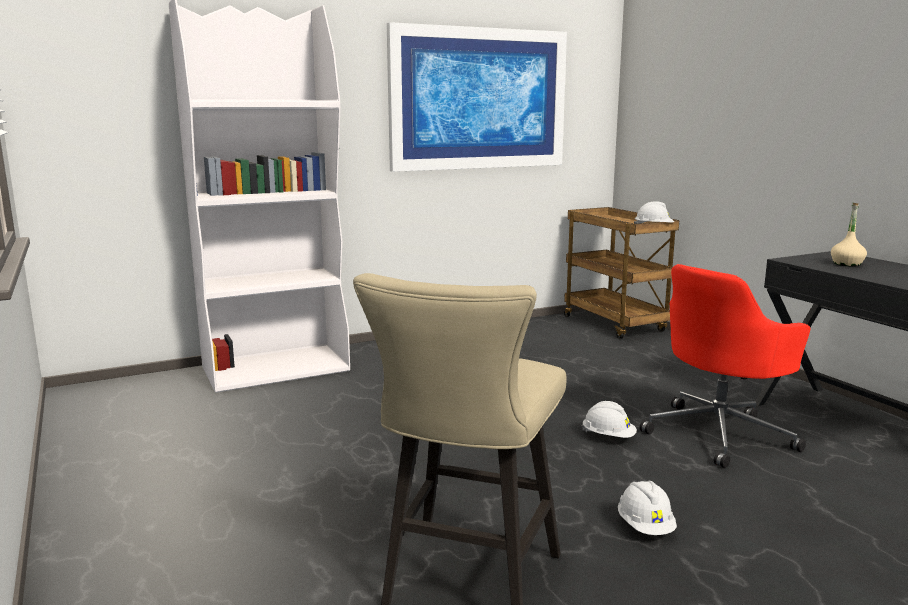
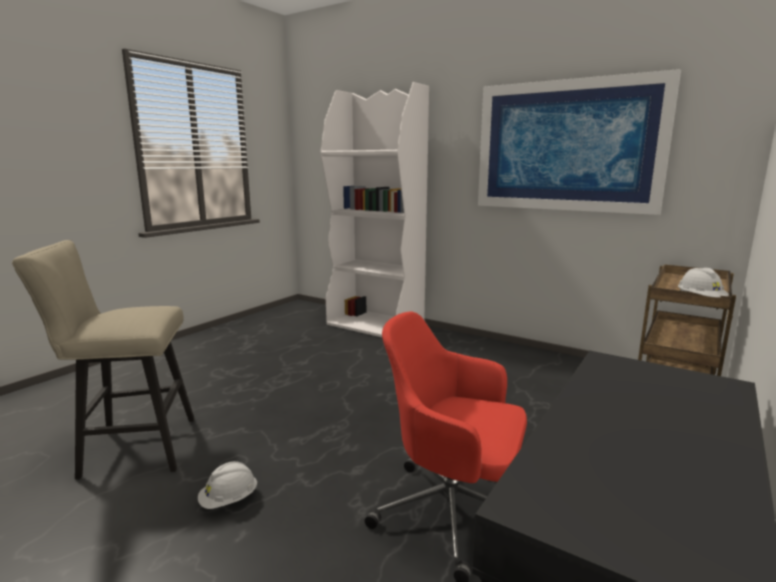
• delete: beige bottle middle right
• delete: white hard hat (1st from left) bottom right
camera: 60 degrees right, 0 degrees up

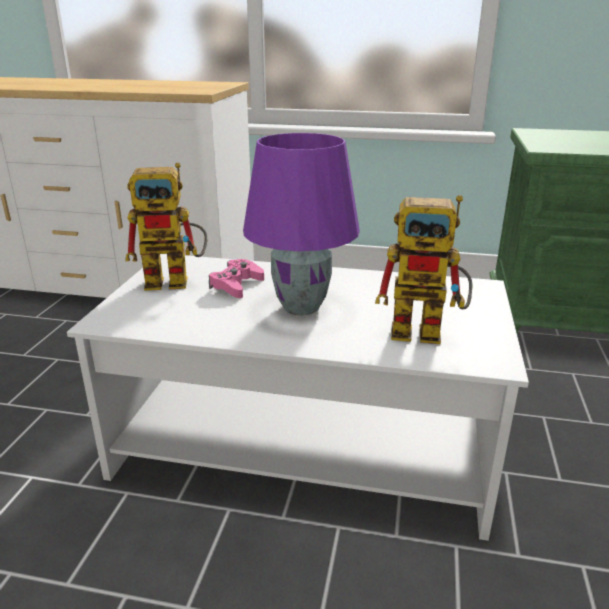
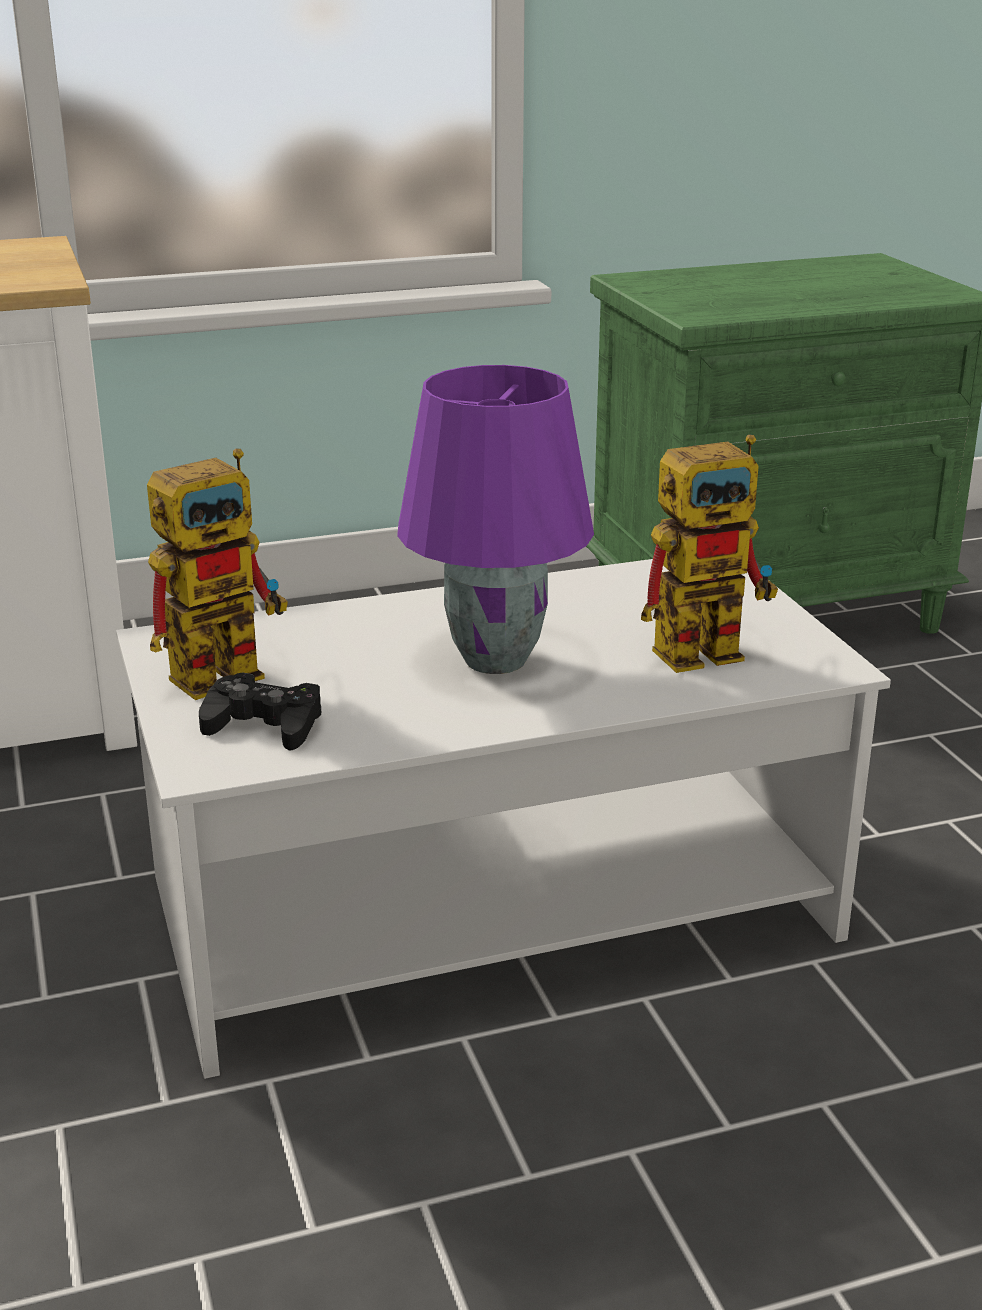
• delete: pink game controller centre
• insert: black game controller middle left
camera: 30 degrees left, 0 degrees up

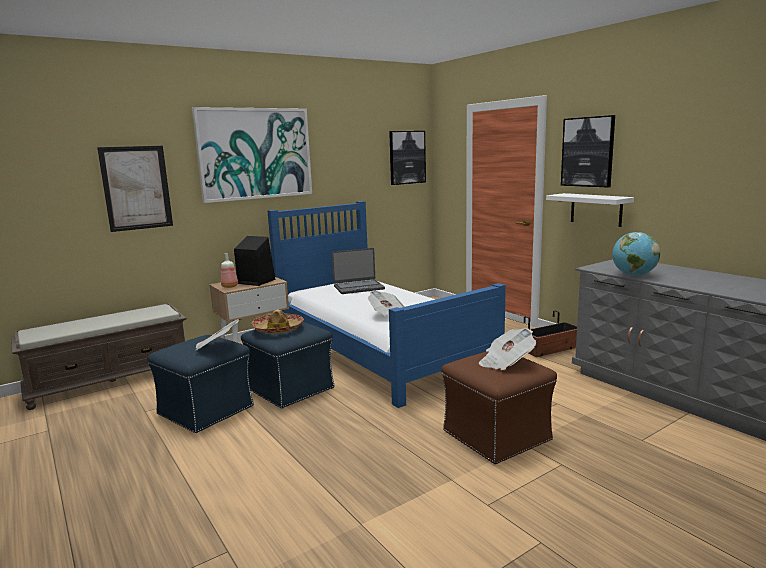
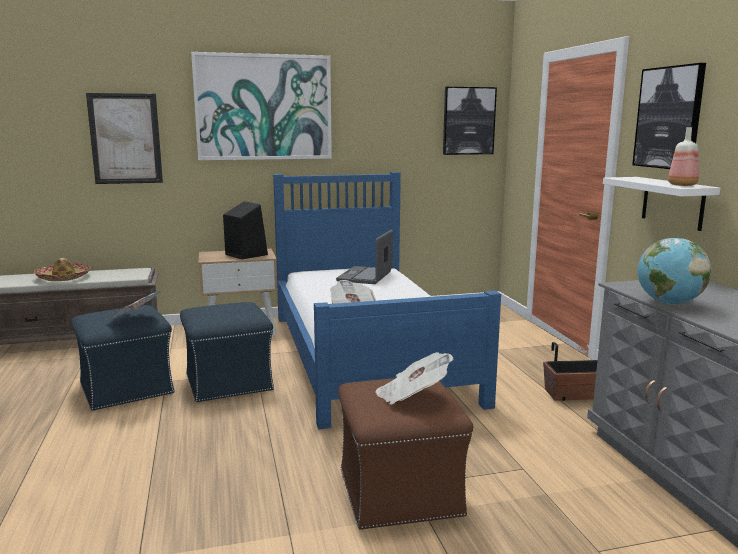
• rotate: laptop centre = centre 105 degrees clockwise
• move: bottle middle left to top right
• move: hat centre to middle left
camera: 20 degrees right, 0 degrees up

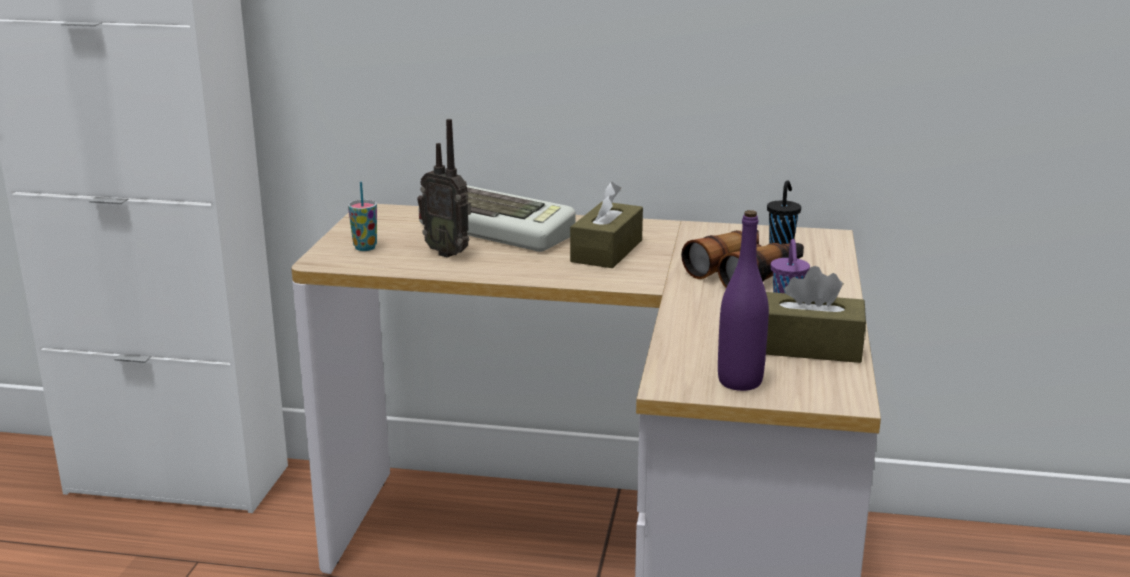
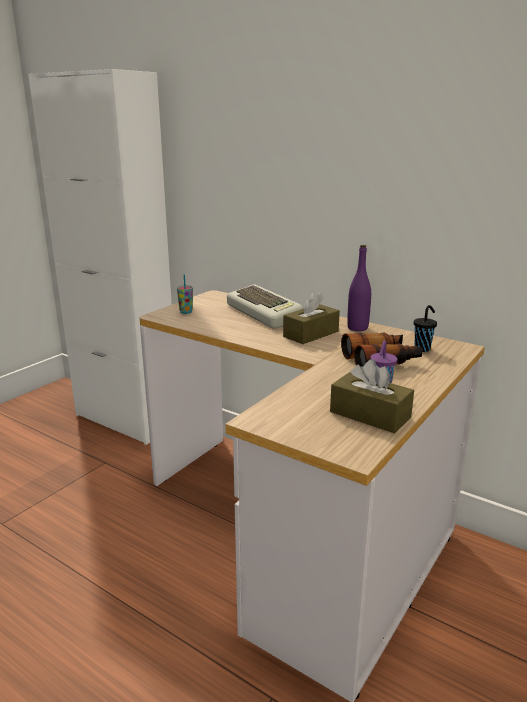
• delete: radio top centre
• move: purple bottle centre to middle right
camera: 25 degrees right, 0 degrees up

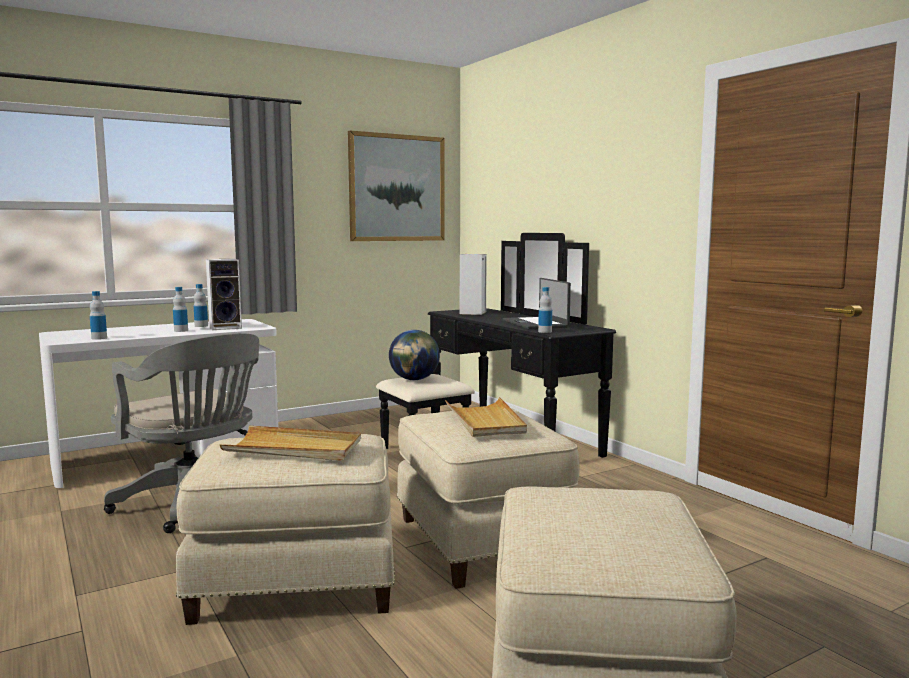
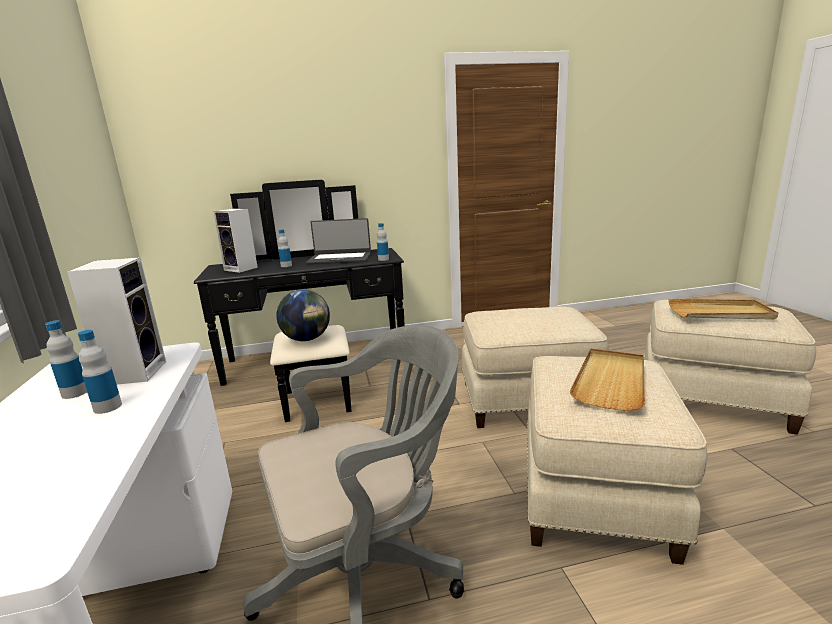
• delete: picture top centre
• move: bottle (1st from left in the first image) middle left to bottle (3rd from left) centre
• move: beige tray (2nd from left) centre to middle right
camera: 70 degrees left, 10 degrees up

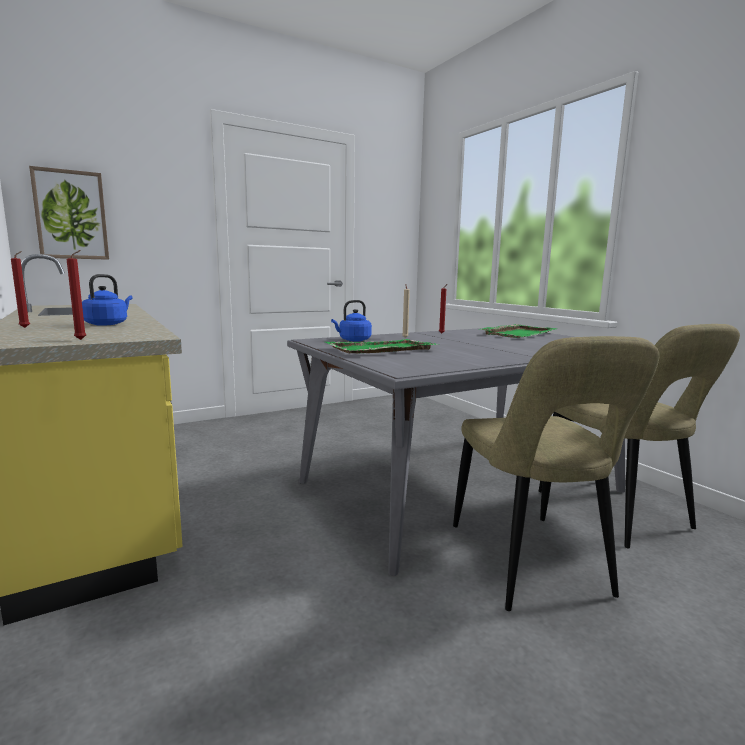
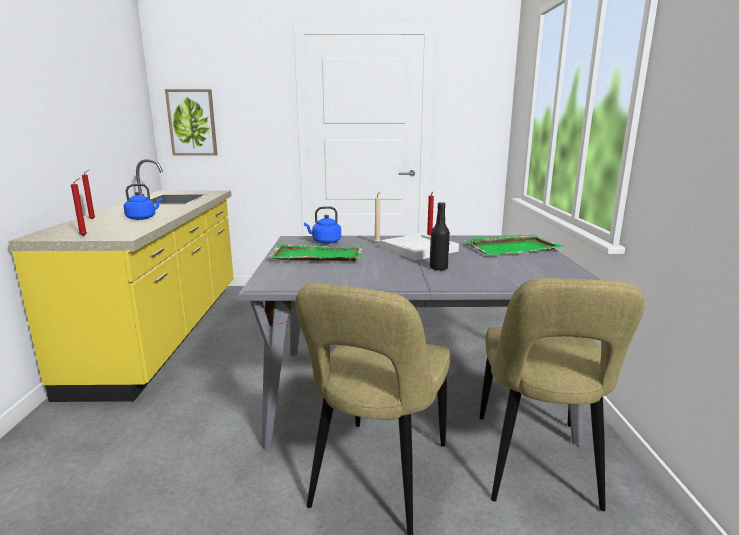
• insert: black bottle centre
• insert: white tray centre
camera: 30 degrees right, 5 degrees up

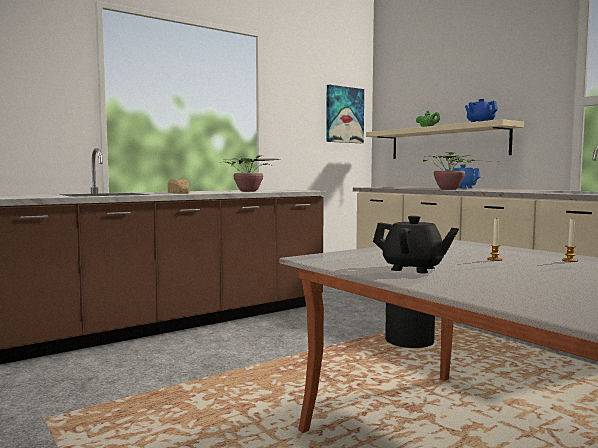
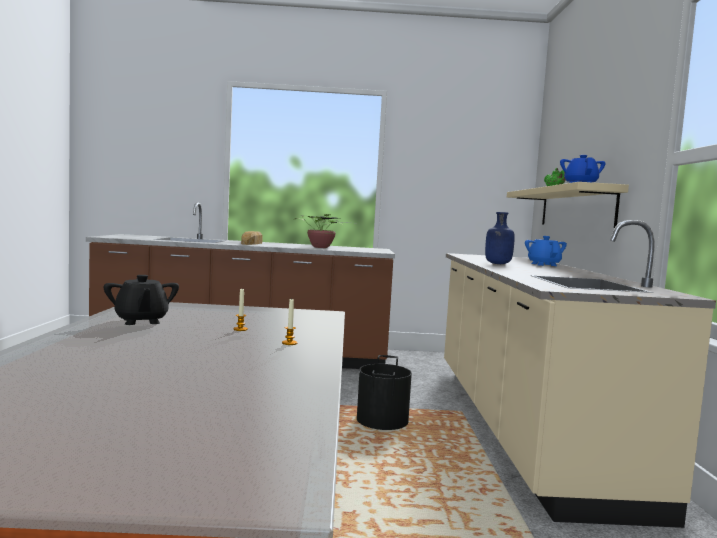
• delete: picture top centre
• replace: potted plant (2nd from left) middle right to blue bottle middle right
camera: 35 degrees right, 0 degrees up

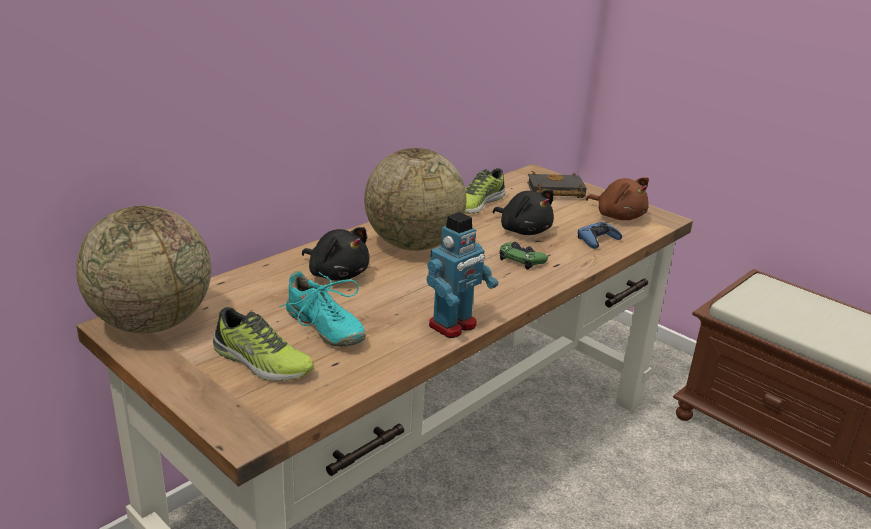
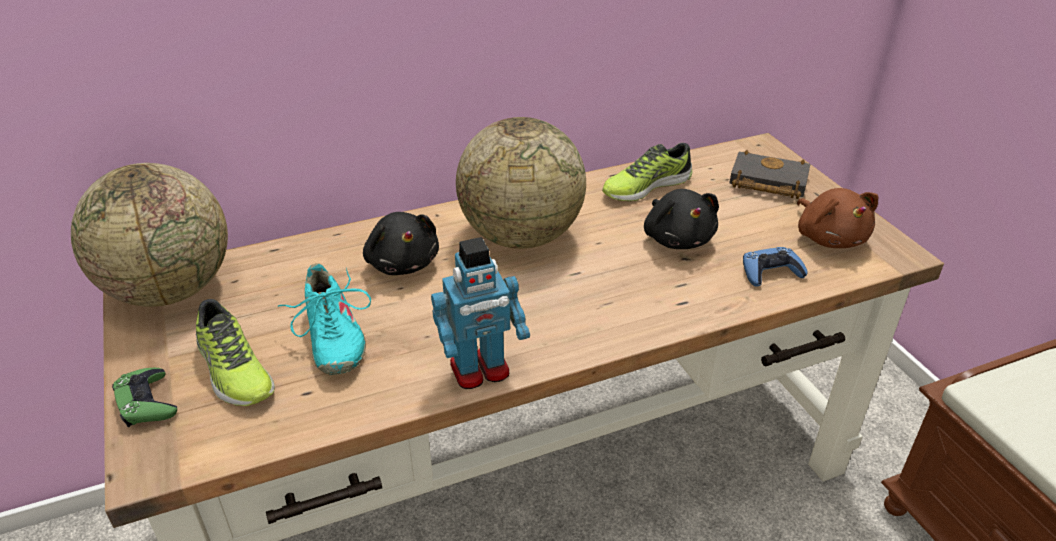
• move: green game controller centre to bottom left
camera: 25 degrees right, 10 degrees up

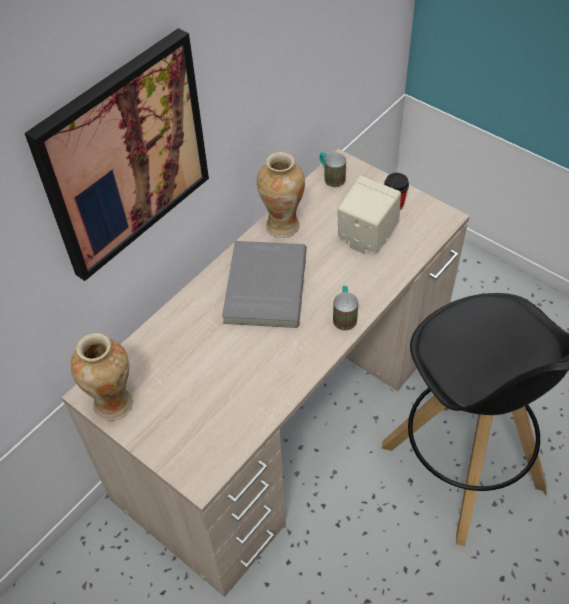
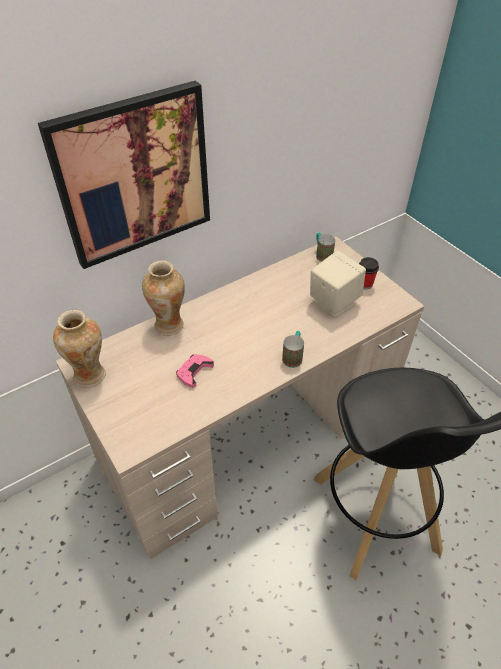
• move: vase (2nd from left) top centre to middle left
• delete: grey book centre
• insert: pink game controller centre
camera: 15 degrees right, 5 degrees down

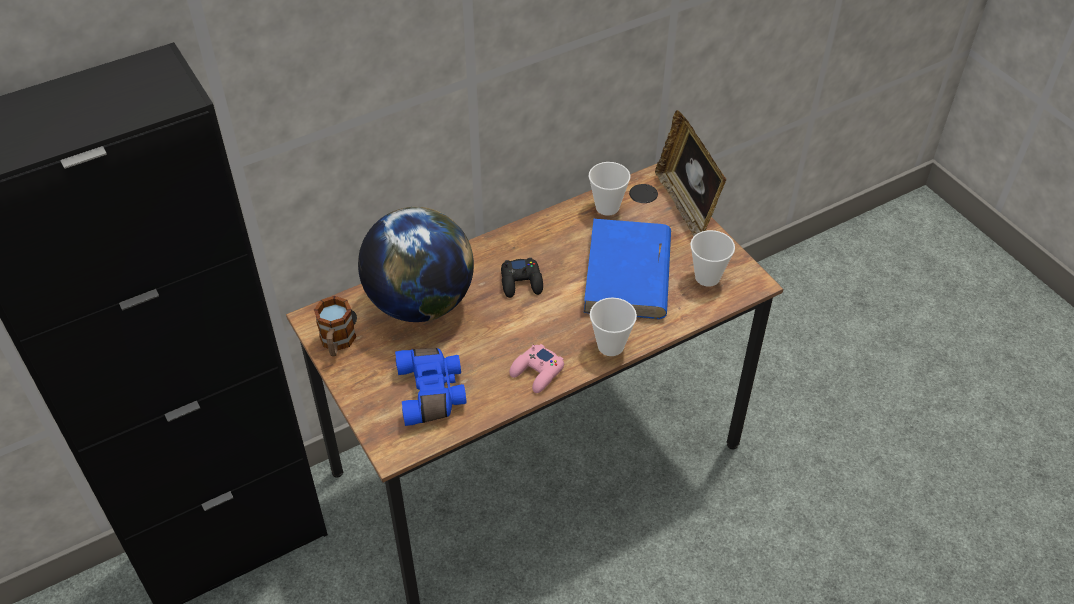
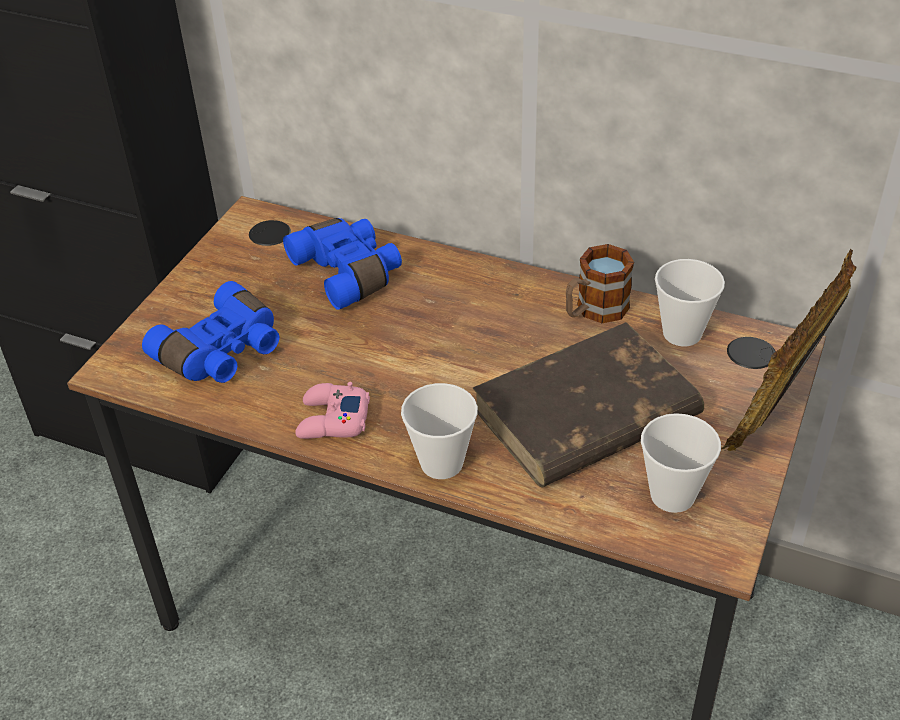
• replace: globe centre to blue binoculars (2nd from left) centre
• recolor: blue book centre to brown book centre
• delete: black game controller centre
• move: mug middle left to middle right
camera: 55 degrees right, 5 degrees down

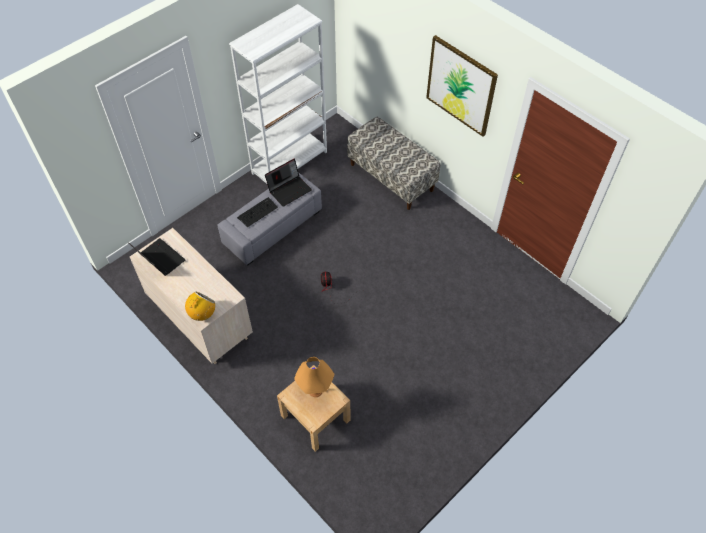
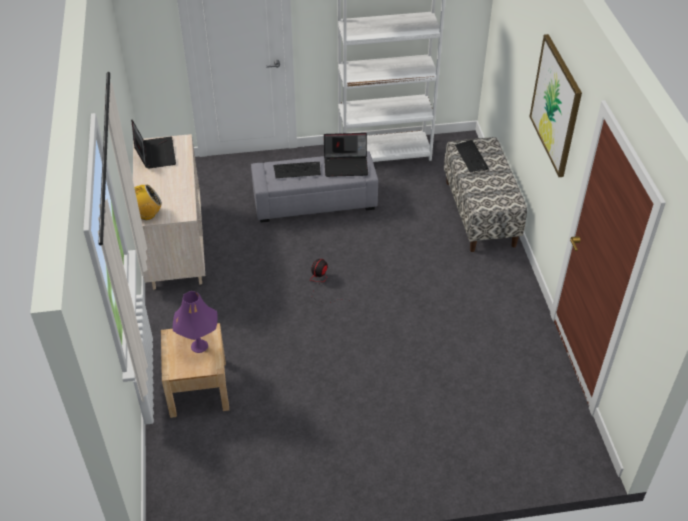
• recolor: orange table lamp bottom centre to purple table lamp middle left
• insert: keyboard (2nd from left) top right
camera: 35 degrees right, 10 degrees down

